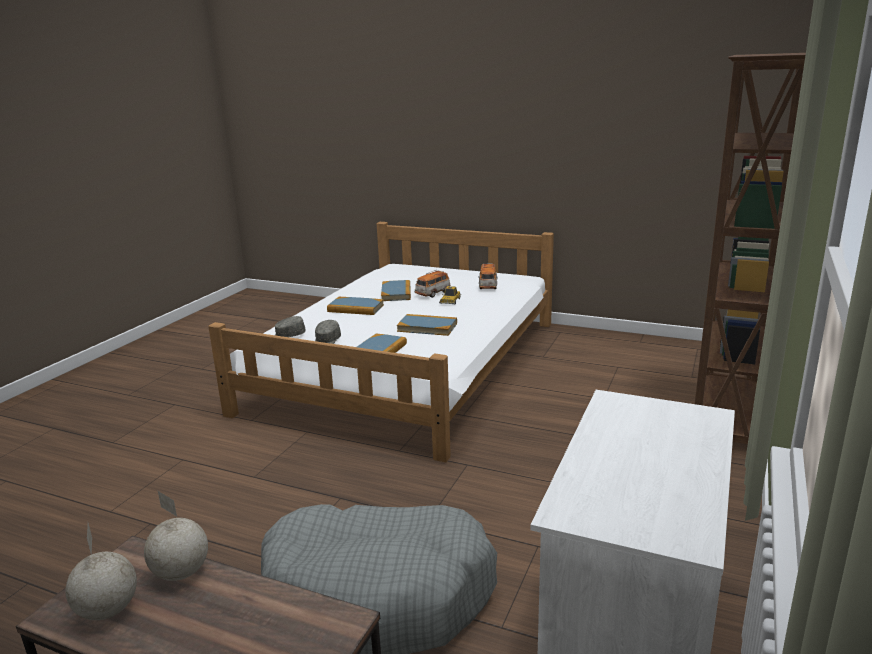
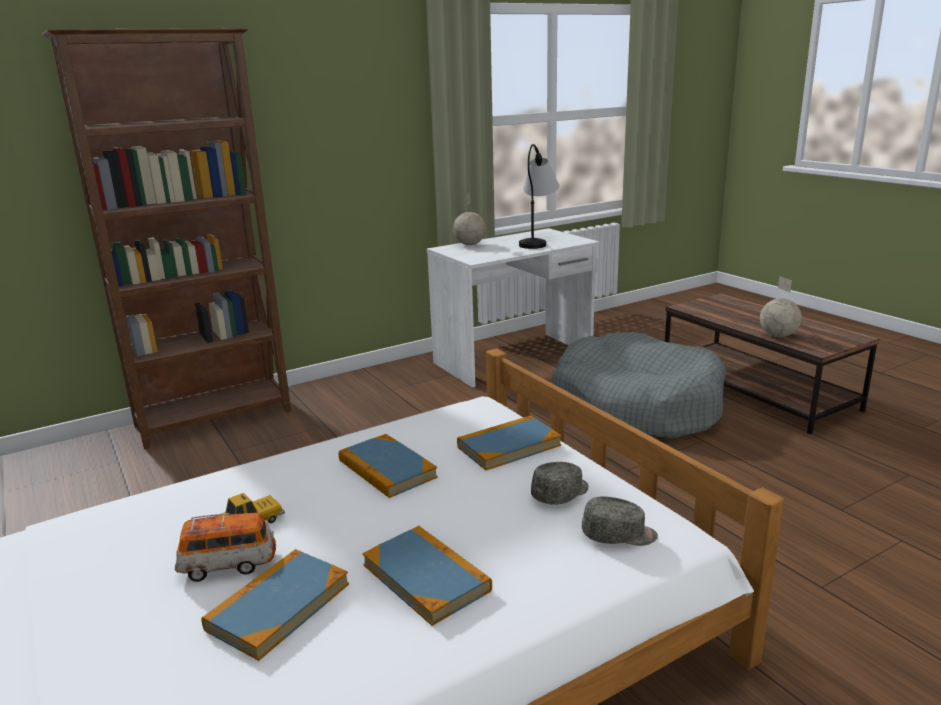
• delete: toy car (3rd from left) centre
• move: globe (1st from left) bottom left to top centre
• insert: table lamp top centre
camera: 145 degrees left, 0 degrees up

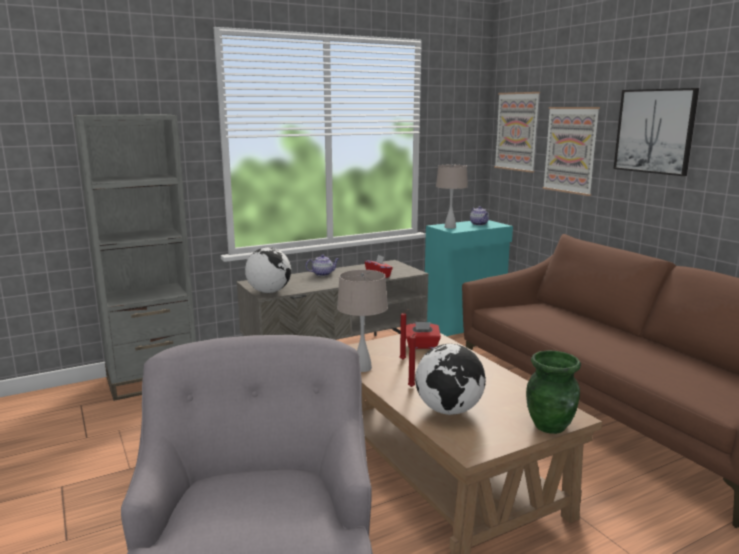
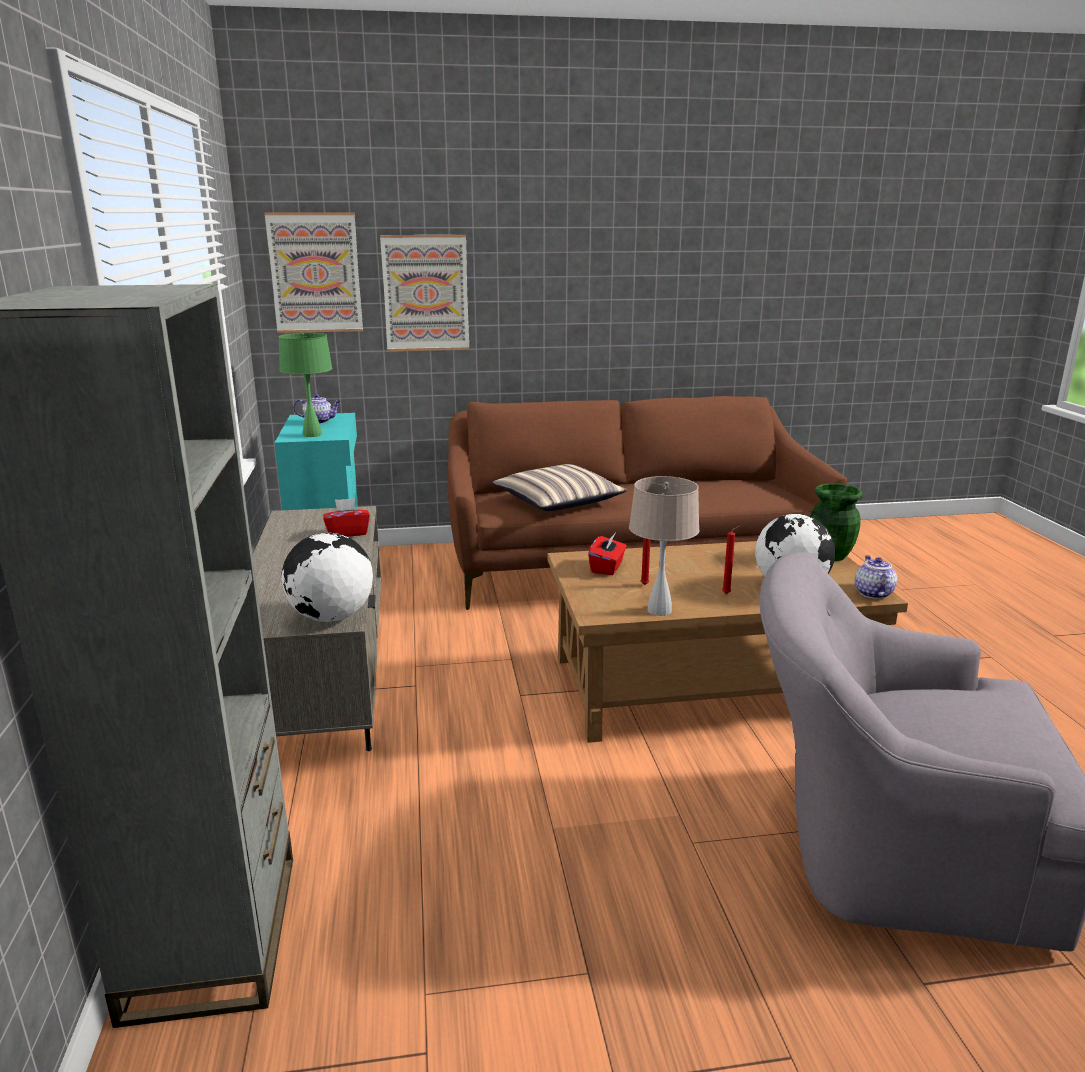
• delete: picture (3rd from left) top right
• recolor: beige table lamp (2nd from left) centre to green table lamp middle left
• move: teapot (1st from left in the first image) centre to teapot (2nd from left) middle right
• insert: pillow centre
camera: 70 degrees left, 5 degrees up

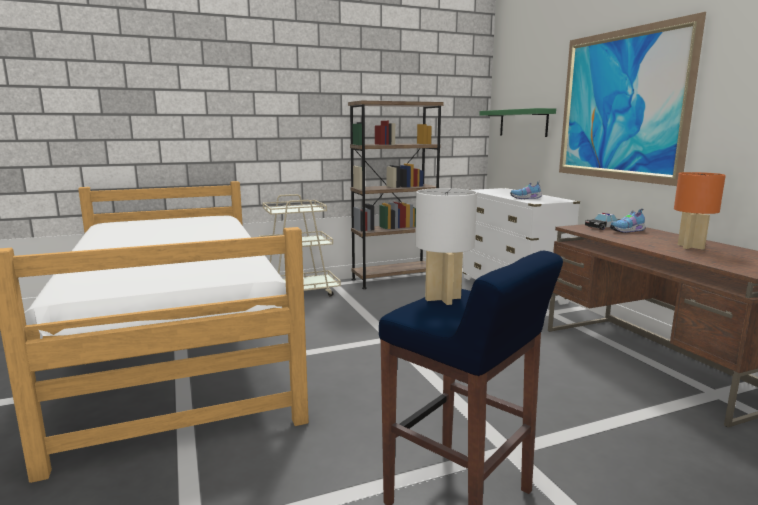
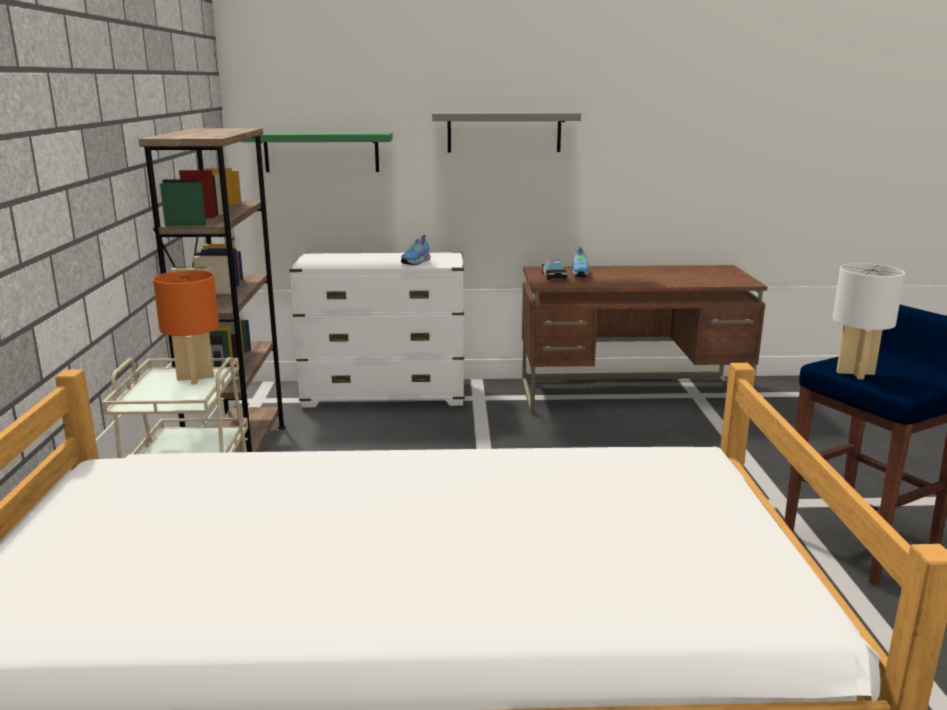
• replace: picture top right to grey shelf top centre
• move: orange table lamp middle right to middle left
camera: 70 degrees left, 5 degrees up

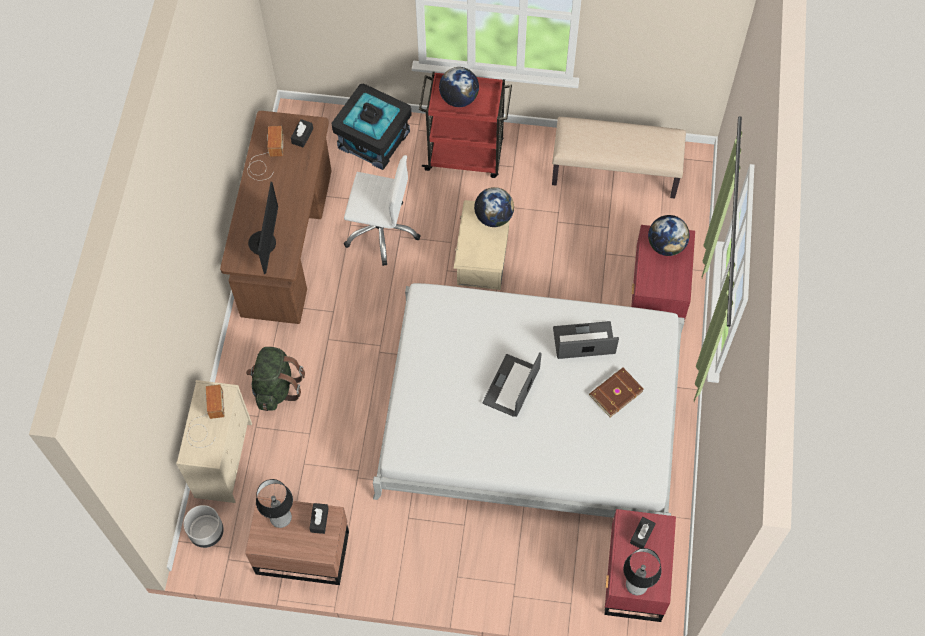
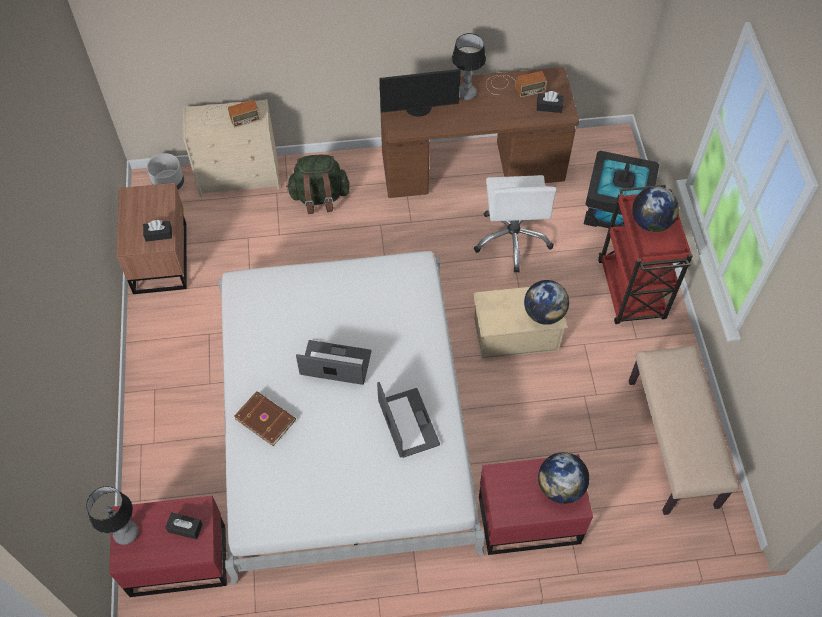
• move: brown book centre to bottom left
• move: table lamp (1st from left in the first image) bottom left to table lamp (2nd from left) top centre
camera: 75 degrees right, 5 degrees down

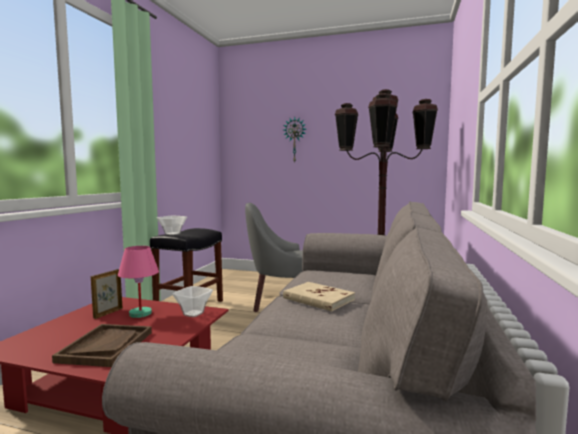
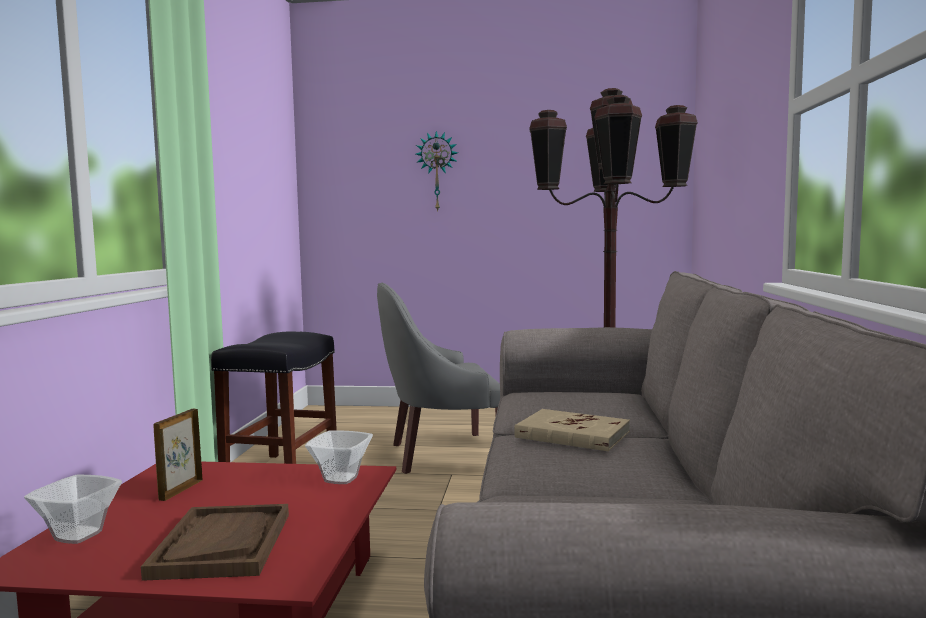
• move: bowl (1st from left) middle left to bottom left
• delete: pink table lamp middle left
camera: 10 degrees left, 0 degrees up

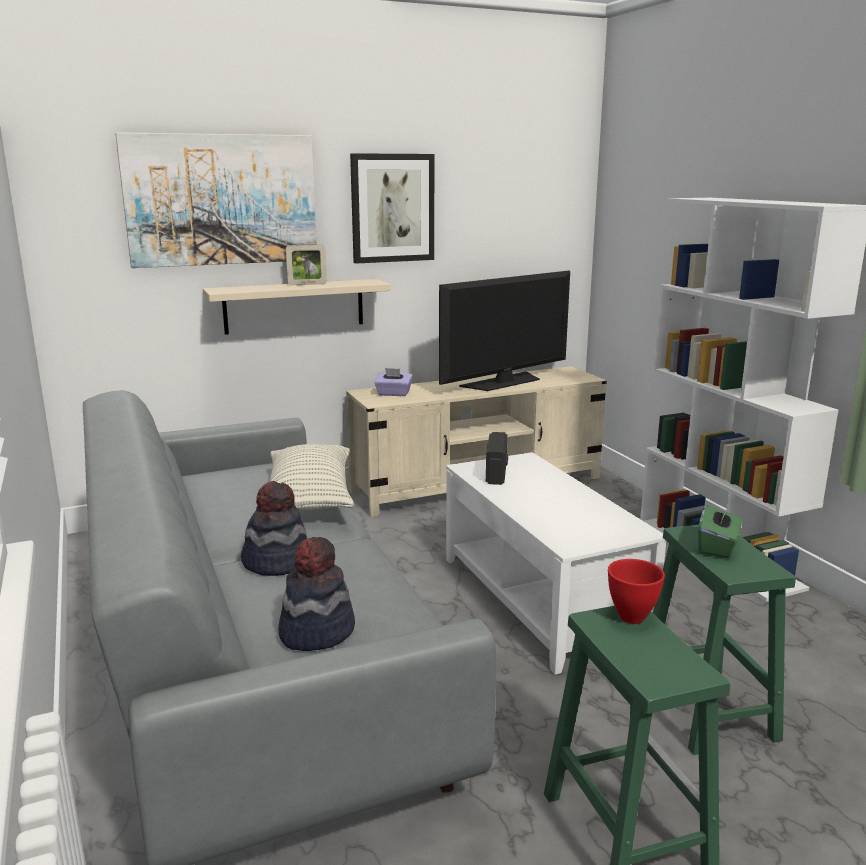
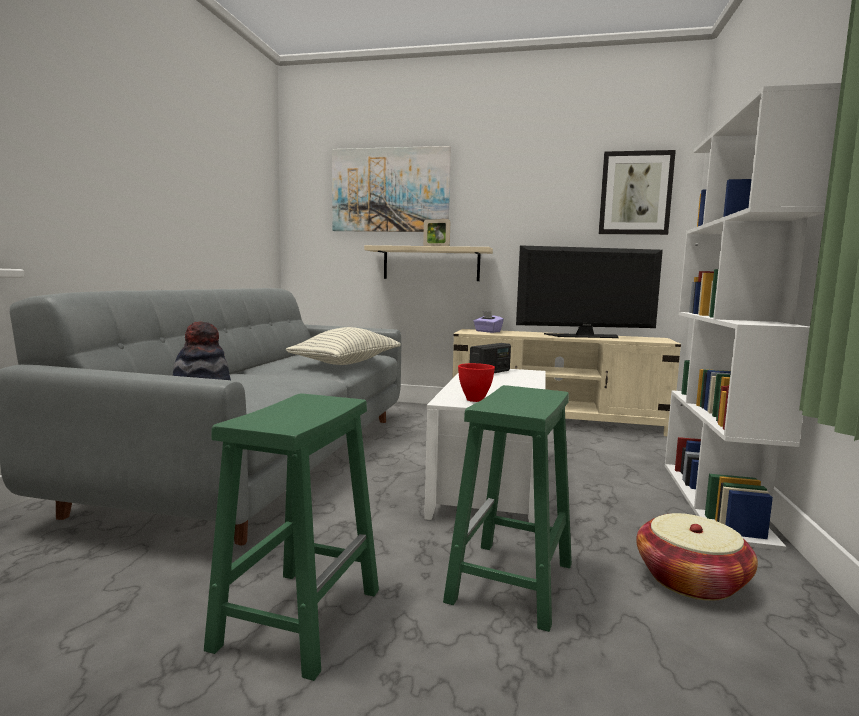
• move: picture (2nd from left) top centre to top right
• delete: hat (1st from left) middle left
• delete: green tissue box middle right
• move: red bowl bottom right to centre
• insert: basket bottom right
camera: 35 degrees right, 10 degrees down

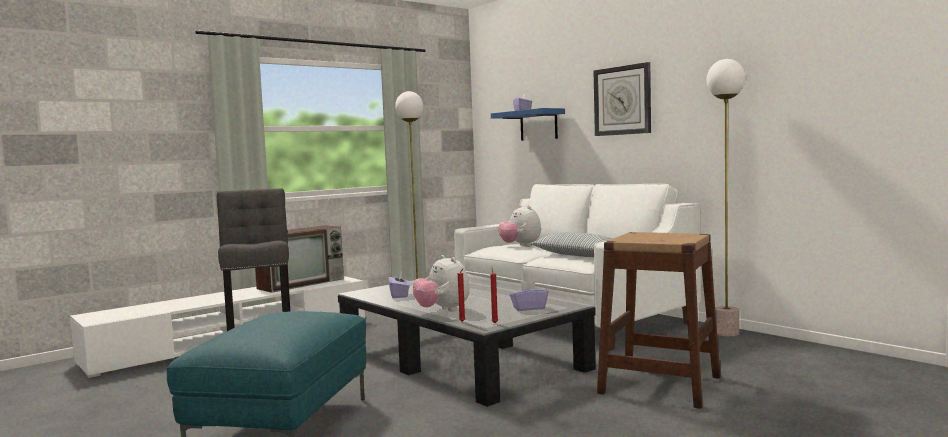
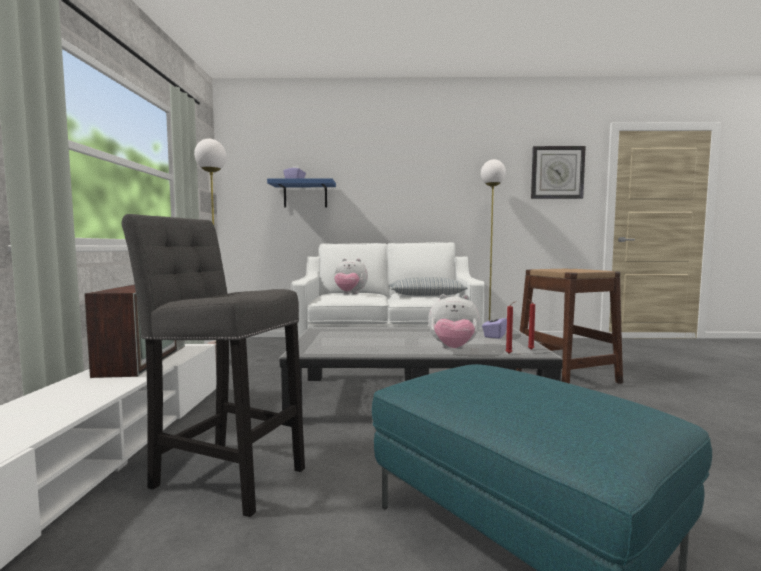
• move: wall clock top centre to top right
• delete: purple tissue box (1st from left) centre
camera: 50 degrees left, 0 degrees up

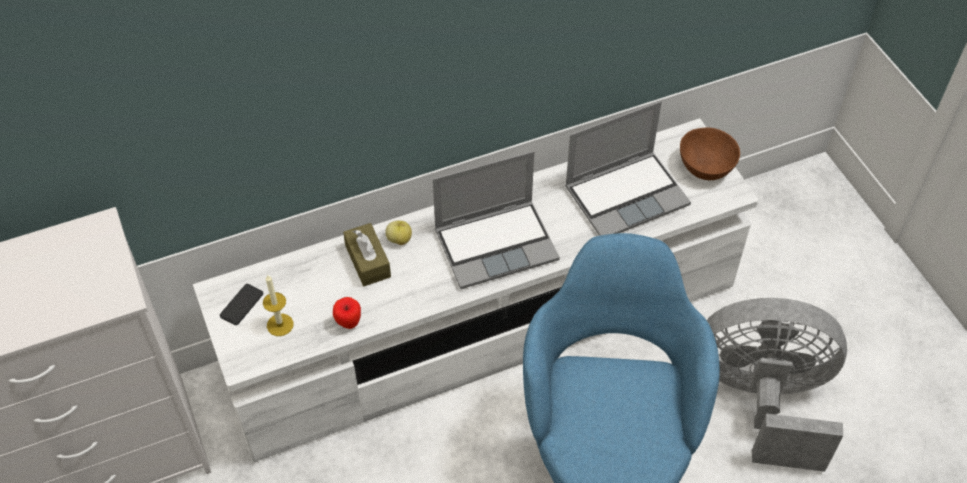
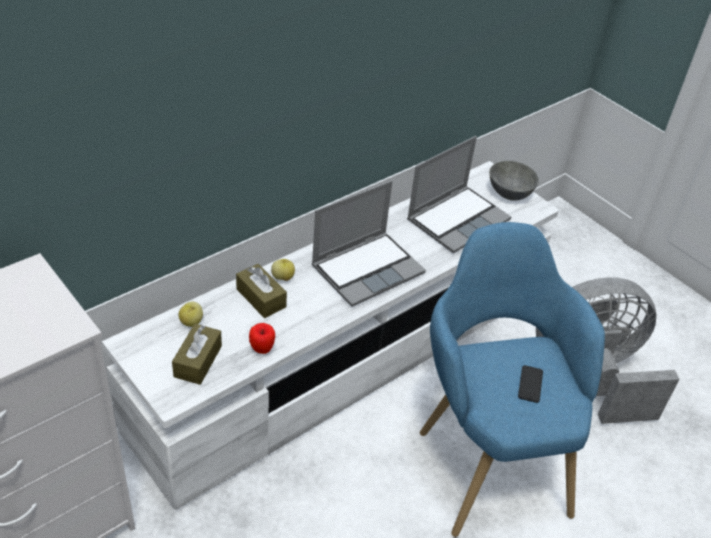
• recolor: brown bowl top right to grey bowl middle right
• replace: candle middle left to brown tissue box (1st from left) middle left
• move: phone middle left to bottom right
• insert: apple (1st from left) middle left
camera: 20 degrees left, 10 degrees down

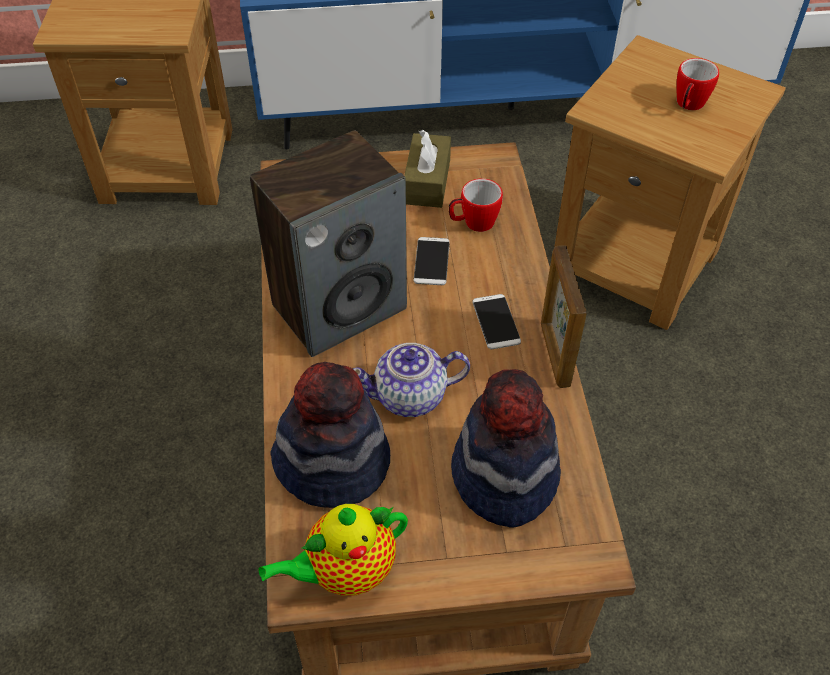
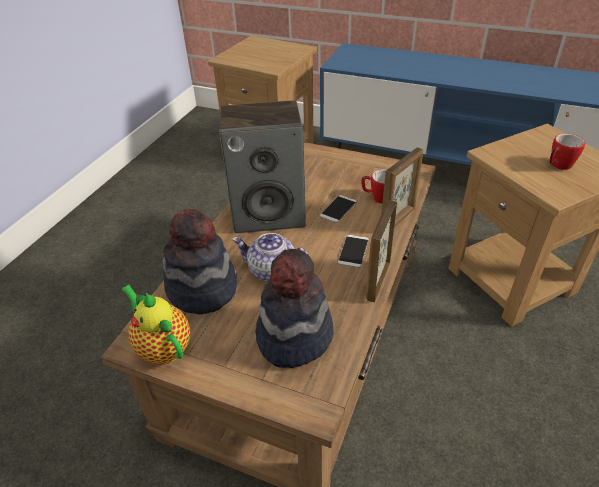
• delete: brown tissue box top centre
• rotate: teapot (1st from left) bottom centre = bottom left 45 degrees clockwise
• insert: picture frame (2nd from left) middle right
camera: 30 degrees right, 10 degrees down

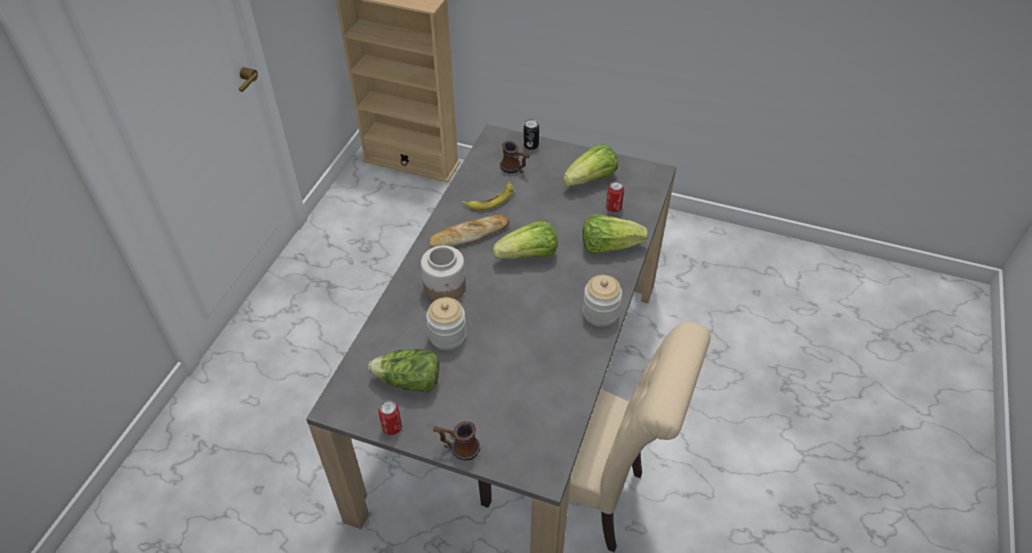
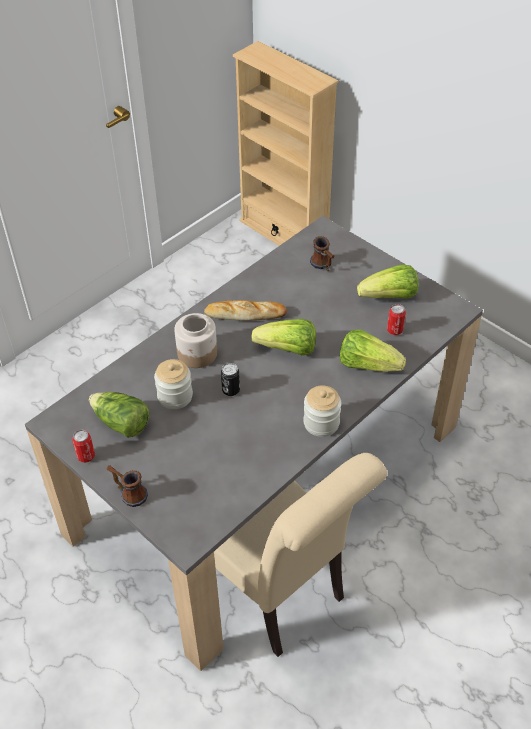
• move: can (2nd from left) top centre to centre
• delete: banana centre
camera: 25 degrees right, 0 degrees up

